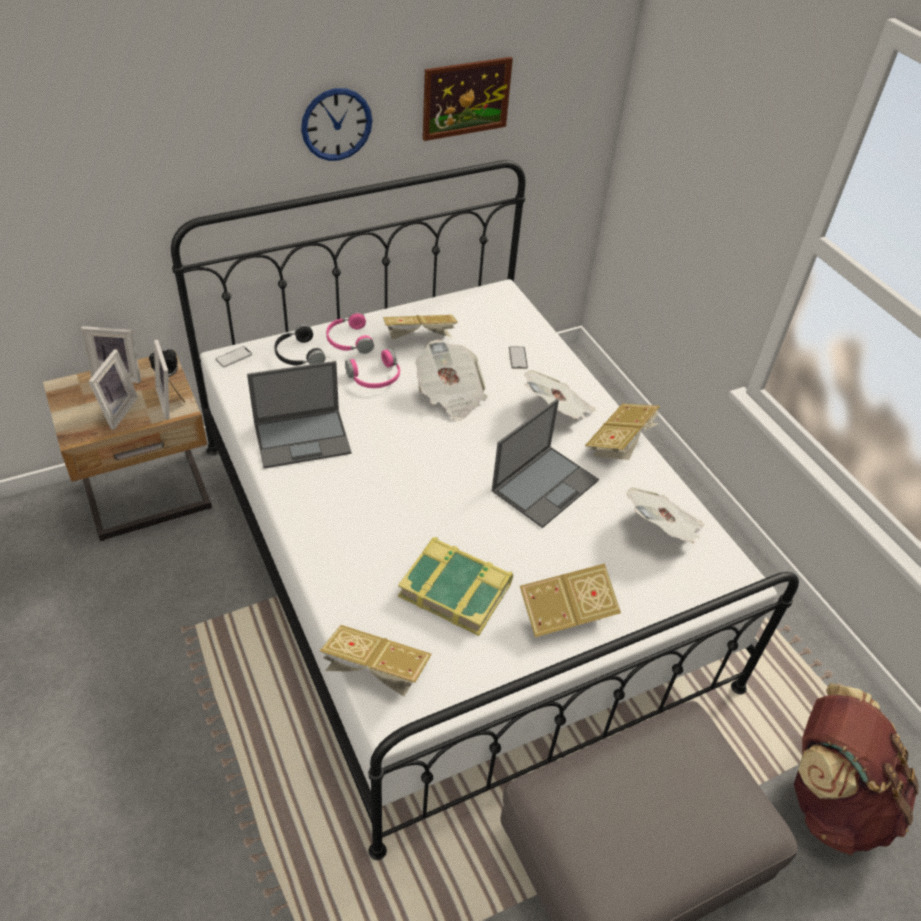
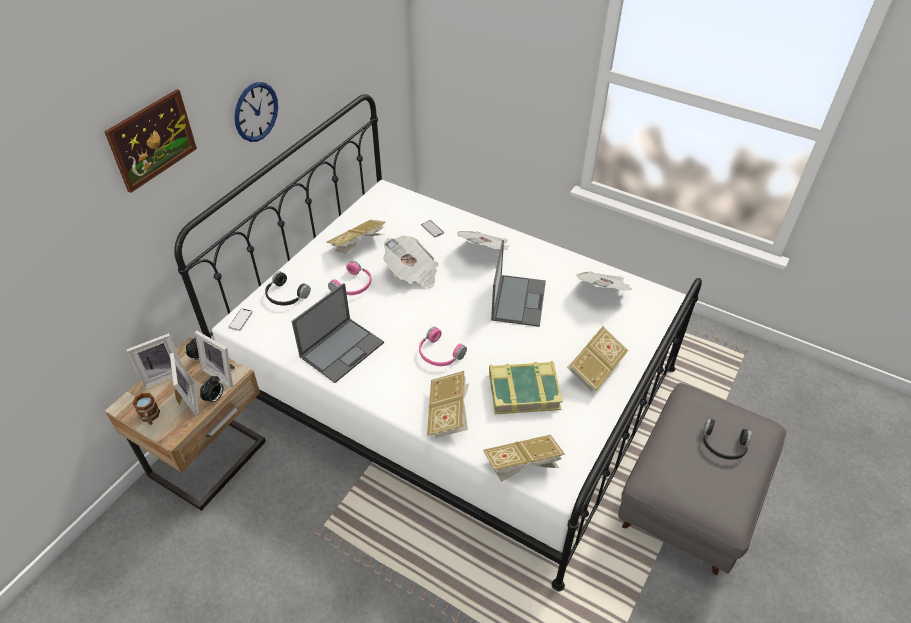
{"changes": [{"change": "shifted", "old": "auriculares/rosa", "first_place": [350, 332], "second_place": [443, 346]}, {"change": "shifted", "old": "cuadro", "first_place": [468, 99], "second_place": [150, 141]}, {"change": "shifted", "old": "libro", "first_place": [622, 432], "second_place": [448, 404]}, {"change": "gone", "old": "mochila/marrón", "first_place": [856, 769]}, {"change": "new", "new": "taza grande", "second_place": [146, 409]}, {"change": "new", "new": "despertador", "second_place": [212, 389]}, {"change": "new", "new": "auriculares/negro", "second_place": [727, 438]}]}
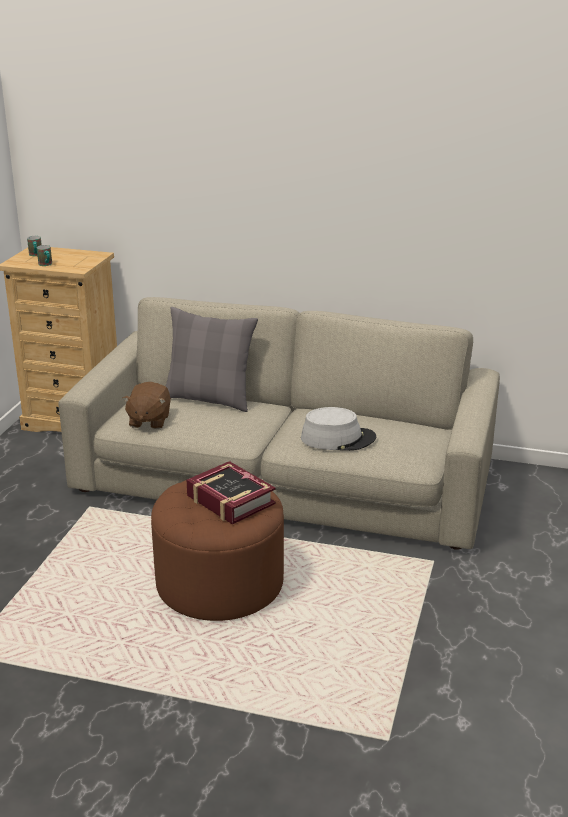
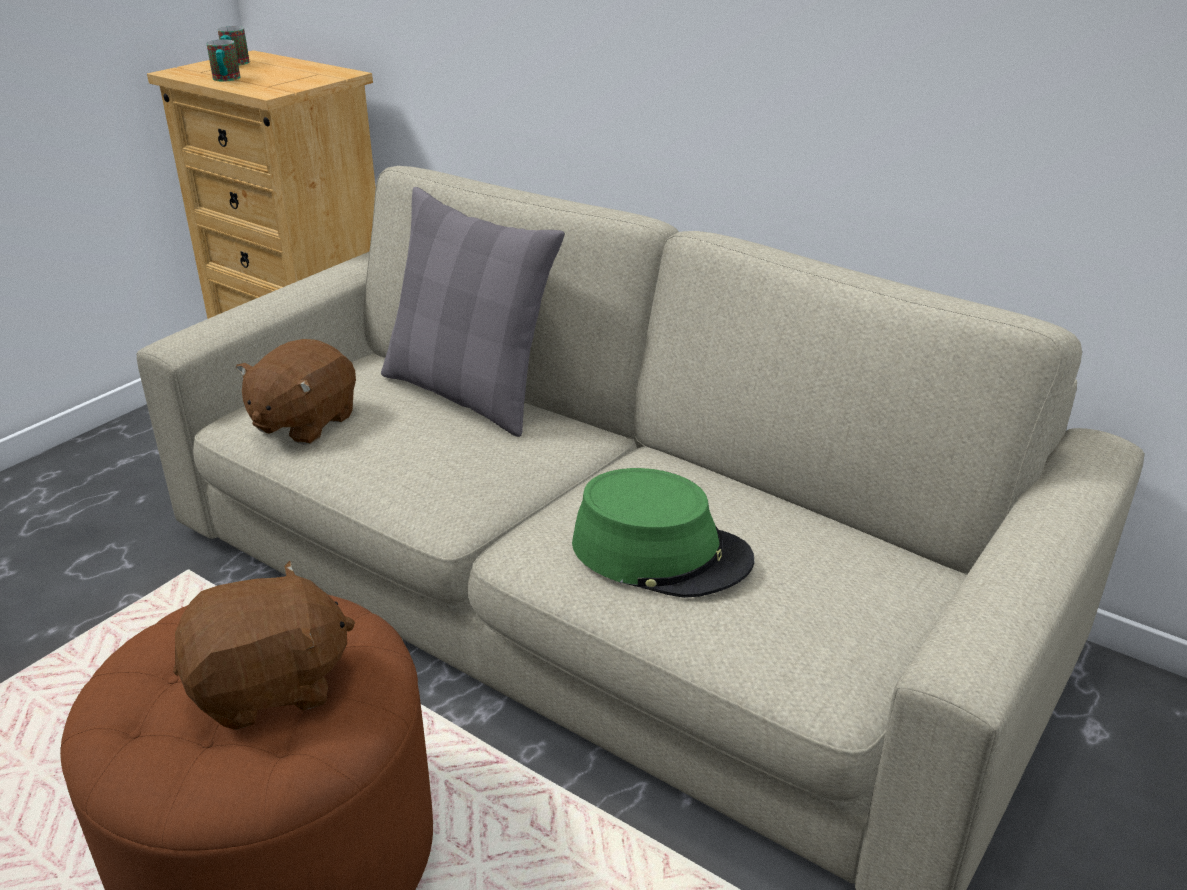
{"changes": [{"change": "swapped", "old": "libro", "new": "peluche/marrón", "first_place": [231, 492], "second_place": [264, 645]}, {"change": "repainted", "old": "sombrero/gris", "new": "sombrero/verde", "first_place": [338, 429], "second_place": [663, 533]}]}
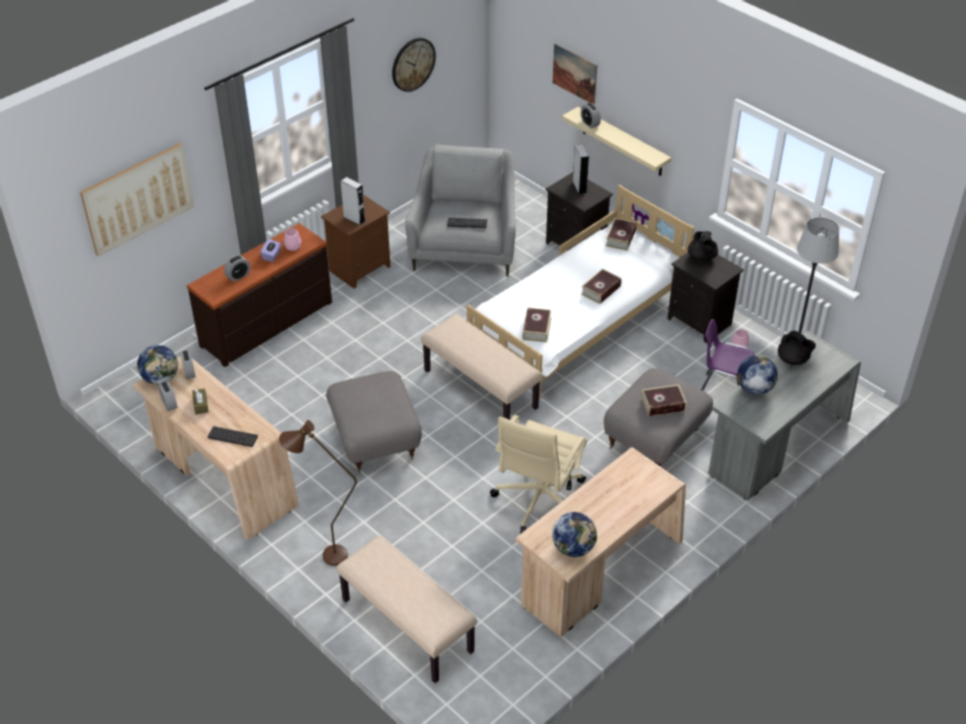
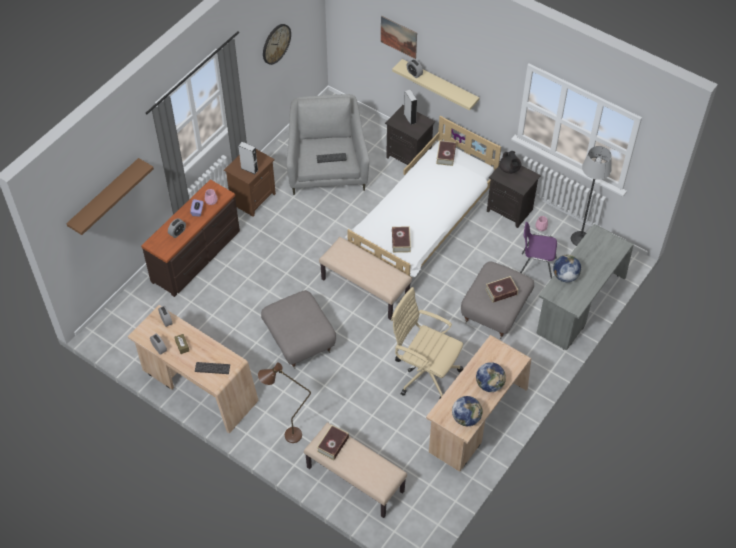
{"changes": [{"change": "swapped", "old": "cuadro", "new": "estante/marrón", "first_place": [137, 199], "second_place": [110, 196]}, {"change": "shifted", "old": "globo terráqueo", "first_place": [157, 365], "second_place": [491, 377]}, {"change": "rotated", "old": "silla de oficina/beis", "first_place": [539, 474], "second_place": [427, 343], "degrees": 105}, {"change": "shifted", "old": "libro", "first_place": [601, 286], "second_place": [333, 442]}, {"change": "gone", "old": "tetera/negro", "first_place": [797, 348]}]}
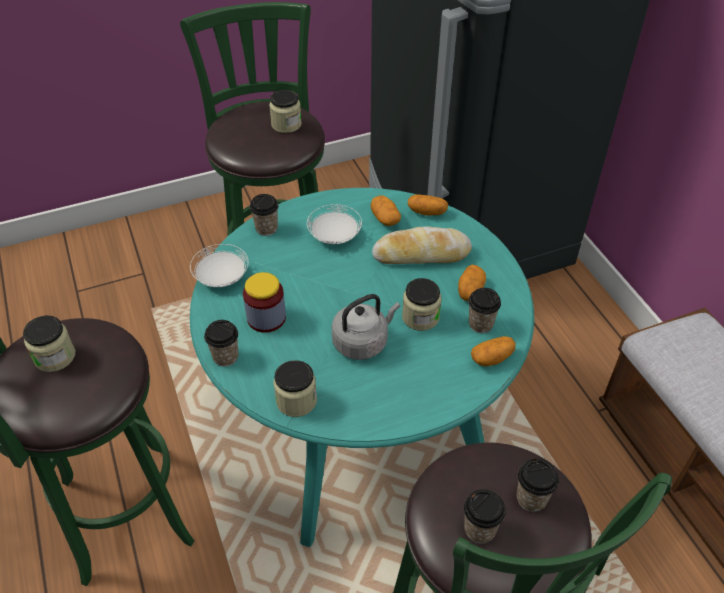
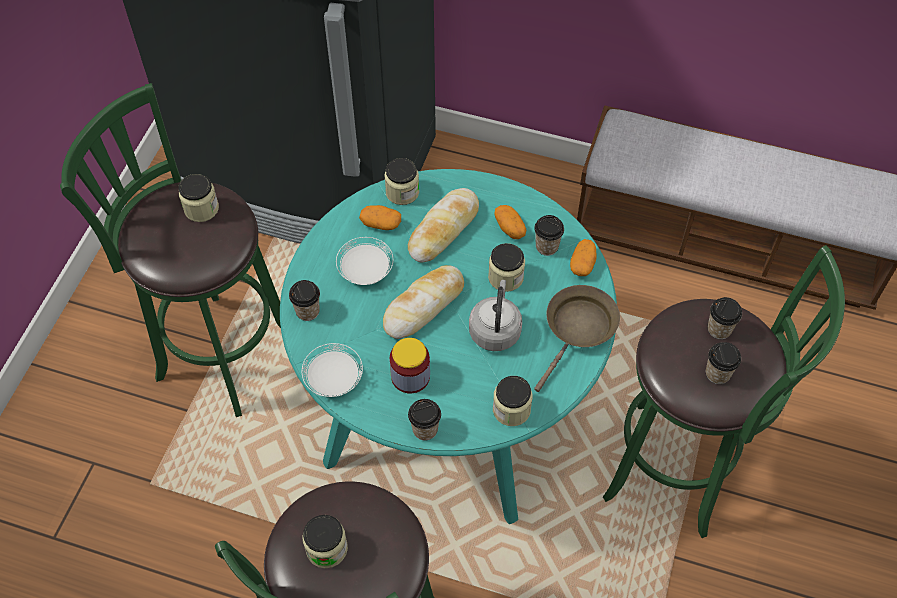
{"changes": [{"change": "swapped", "old": "patata", "new": "tarro", "first_place": [428, 205], "second_place": [401, 181]}, {"change": "new", "new": "pan", "second_place": [423, 302]}, {"change": "new", "new": "sartén/marrón", "second_place": [577, 338]}]}
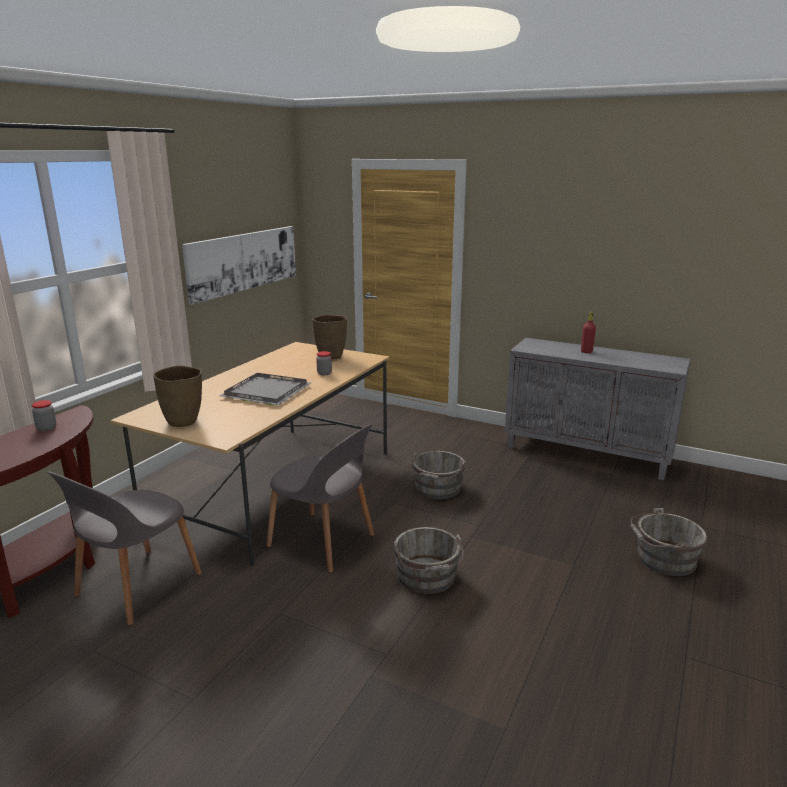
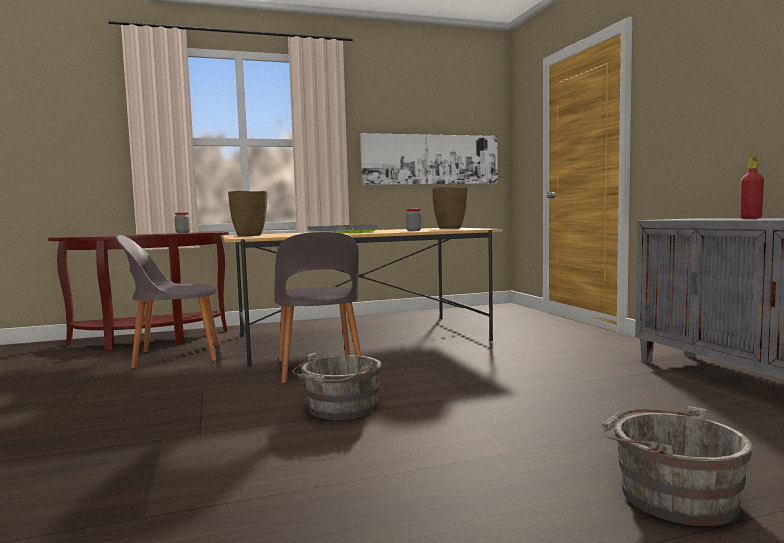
{"changes": [{"change": "gone", "old": "cubo/gris", "first_place": [438, 475]}]}
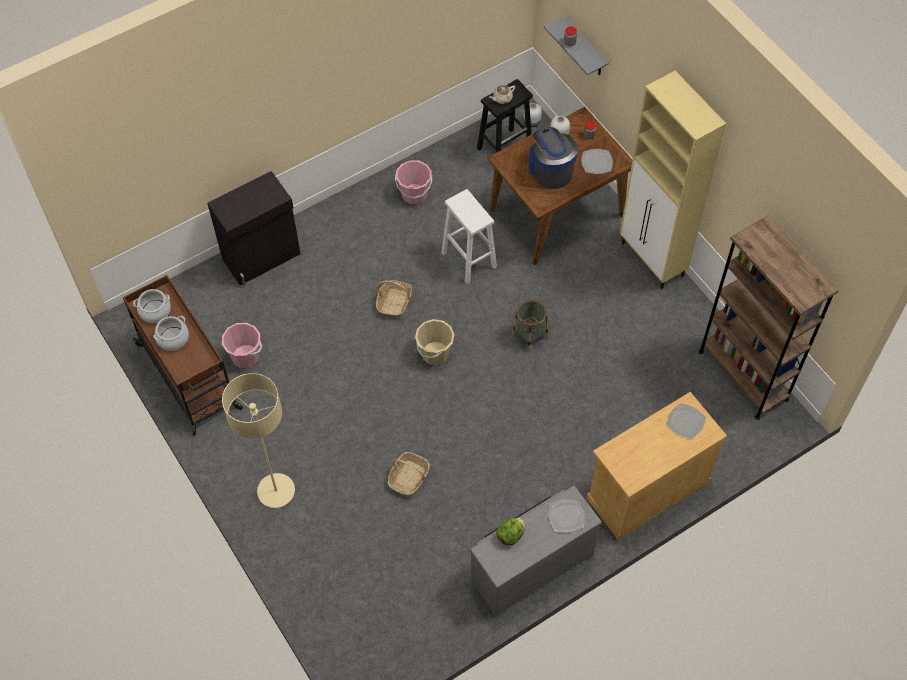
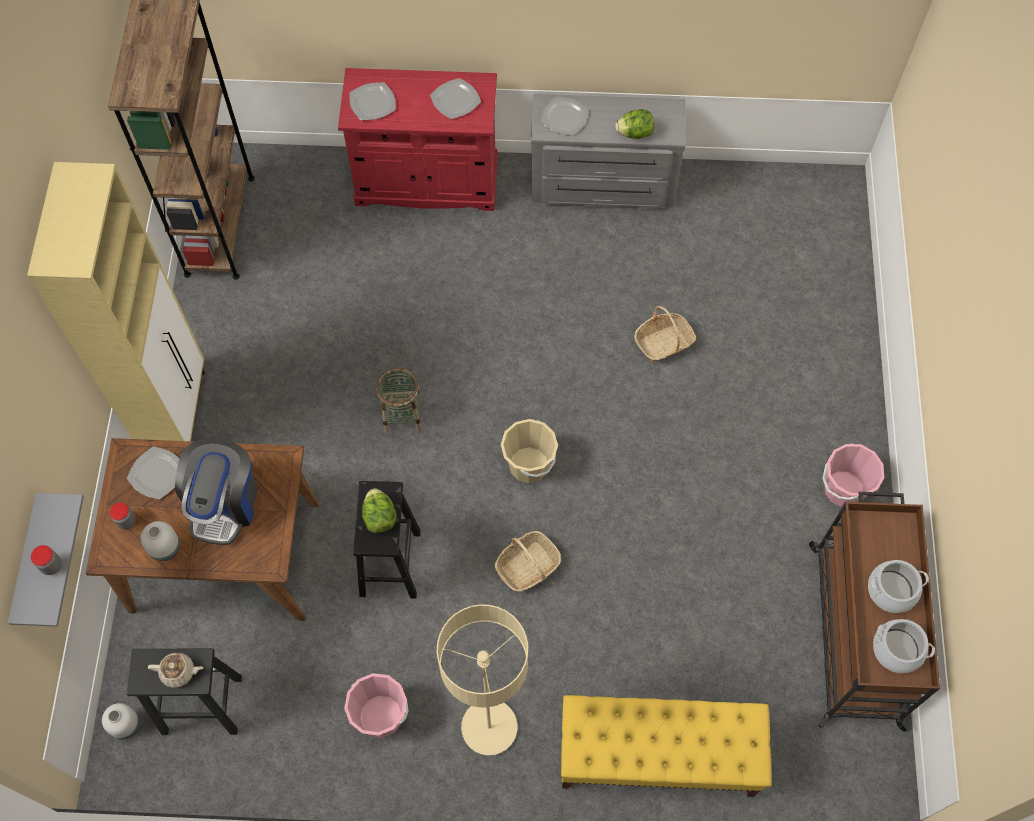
{"changes": [{"change": "swapped", "old": "armario/negro", "new": "banco/amarillo", "first_place": [254, 228], "second_place": [666, 746]}, {"change": "shifted", "old": "cubo/rosa", "first_place": [242, 345], "second_place": [853, 475]}, {"change": "shifted", "old": "lámpara de pie/beis", "first_place": [258, 440], "second_place": [482, 679]}, {"change": "repainted", "old": "taburete/blanco", "new": "taburete/negro", "first_place": [469, 236], "second_place": [387, 539]}, {"change": "repainted", "old": "armario/beis", "new": "armario/rojo", "first_place": [656, 466], "second_place": [418, 139]}, {"change": "new", "new": "lechuga", "second_place": [379, 511]}, {"change": "new", "new": "plato", "second_place": [455, 98]}]}
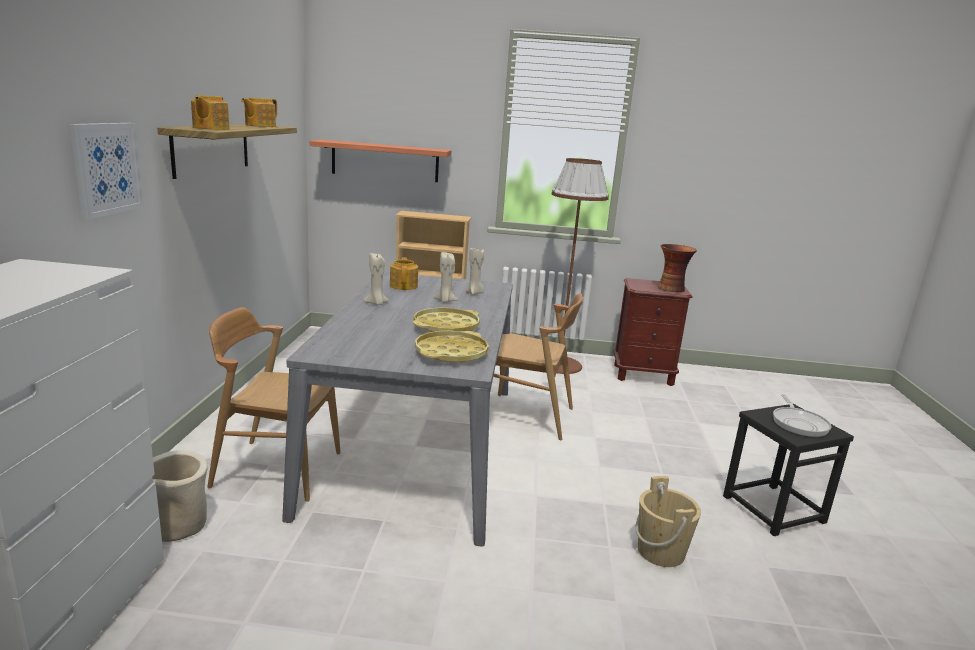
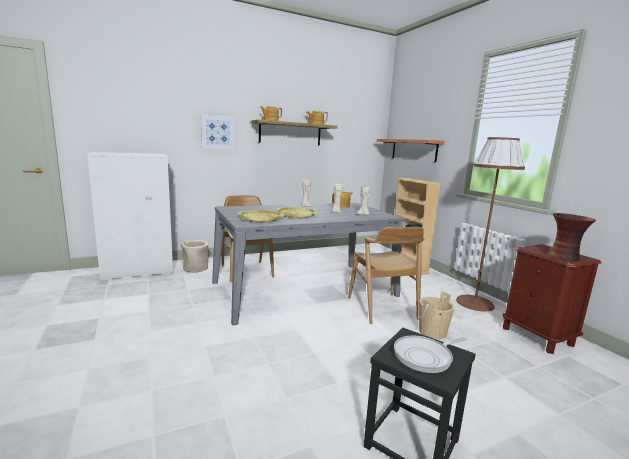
{"changes": [{"change": "shifted", "old": "cubo/beis", "first_place": [668, 521], "second_place": [436, 315]}]}
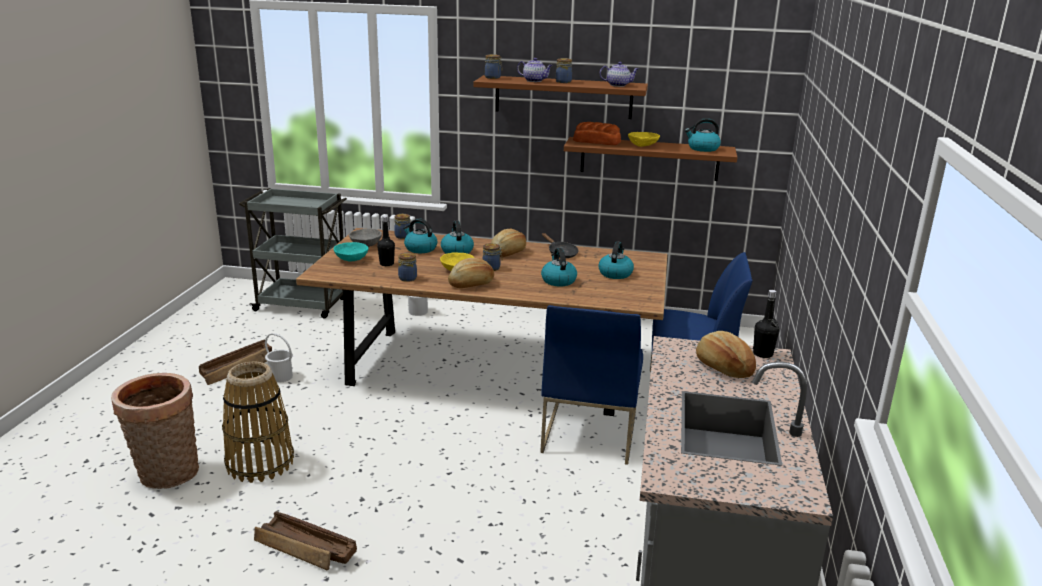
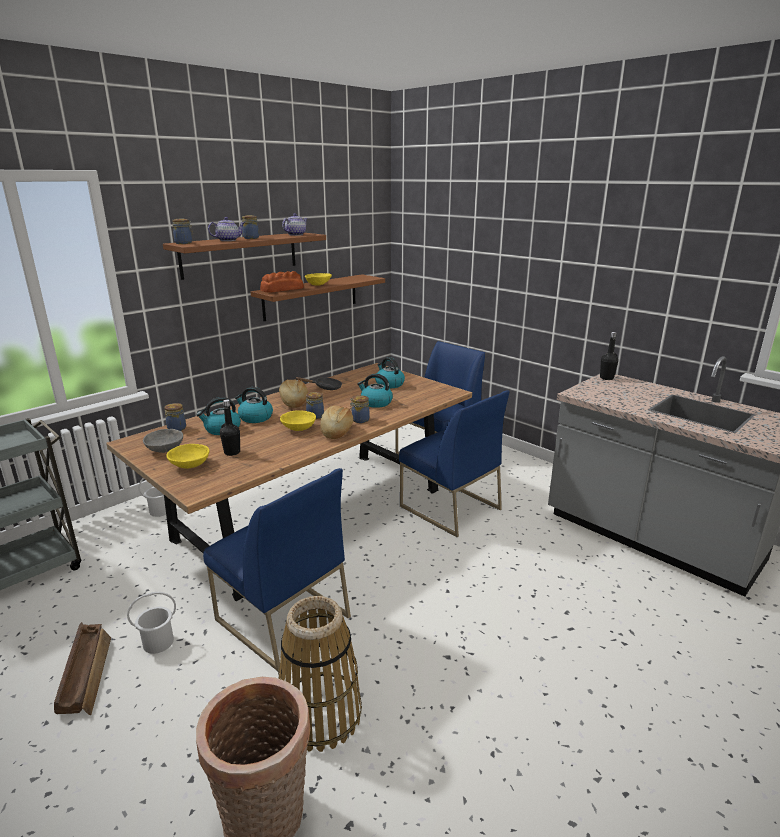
{"changes": [{"change": "gone", "old": "caja de embalaje", "first_place": [305, 540]}, {"change": "repainted", "old": "cuenco/turquesa", "new": "cuenco/amarillo", "first_place": [351, 251], "second_place": [187, 456]}, {"change": "shifted", "old": "tarro", "first_place": [407, 267], "second_place": [360, 409]}, {"change": "gone", "old": "hervidor", "first_place": [703, 135]}, {"change": "gone", "old": "pan", "first_place": [726, 354]}, {"change": "new", "new": "silla/azul", "second_place": [277, 569]}]}
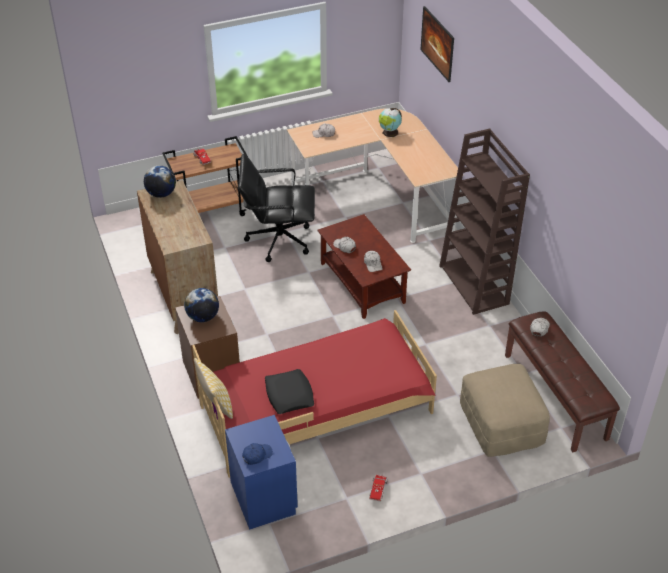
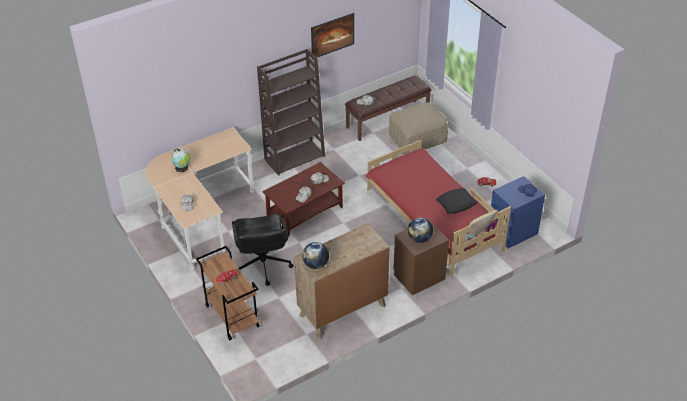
{"changes": [{"change": "shifted", "old": "cuadro", "first_place": [437, 44], "second_place": [332, 35]}]}
